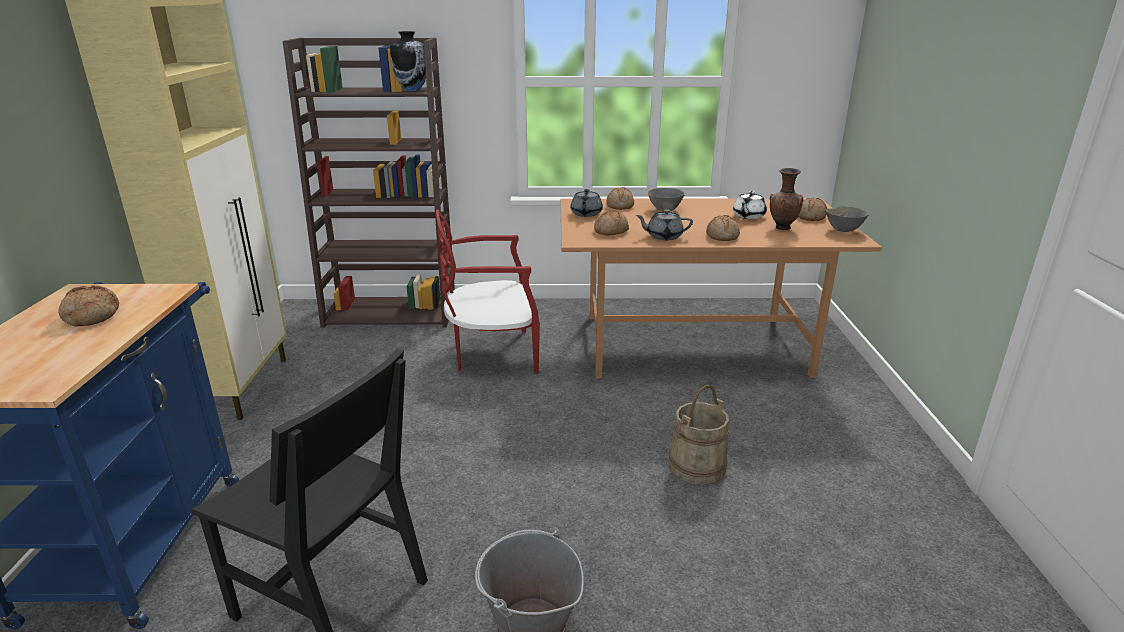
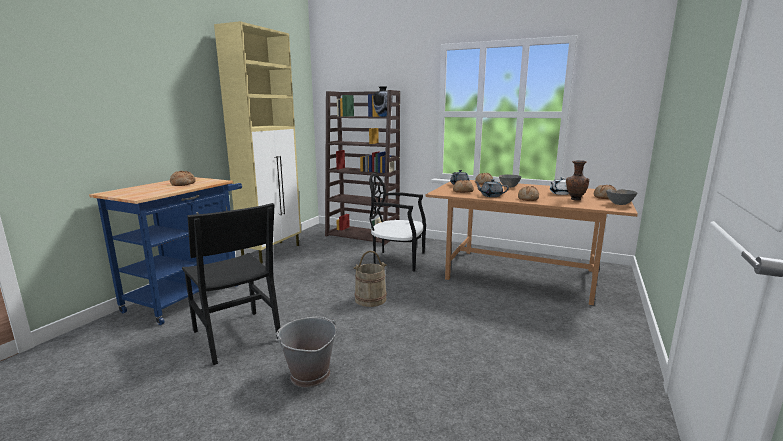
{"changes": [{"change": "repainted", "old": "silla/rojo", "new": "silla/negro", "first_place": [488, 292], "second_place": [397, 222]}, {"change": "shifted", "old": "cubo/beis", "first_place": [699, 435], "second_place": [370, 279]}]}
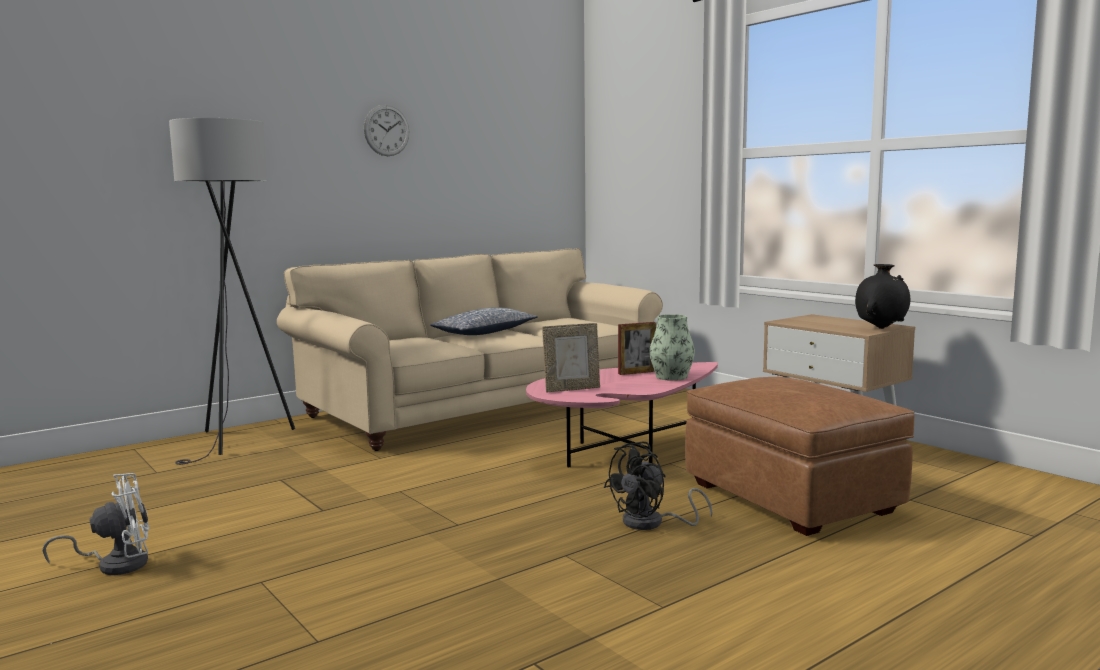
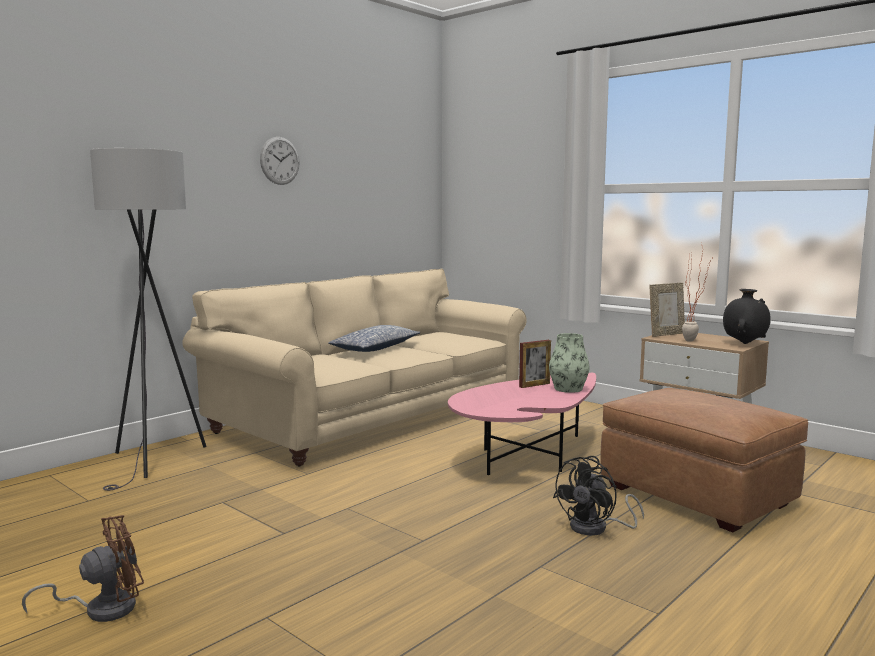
{"changes": [{"change": "repainted", "old": "ventilador/blanco", "new": "ventilador/marrón", "first_place": [96, 524], "second_place": [83, 568]}, {"change": "shifted", "old": "portarretratos", "first_place": [571, 357], "second_place": [667, 310]}, {"change": "new", "new": "planta en maceta", "second_place": [698, 293]}]}
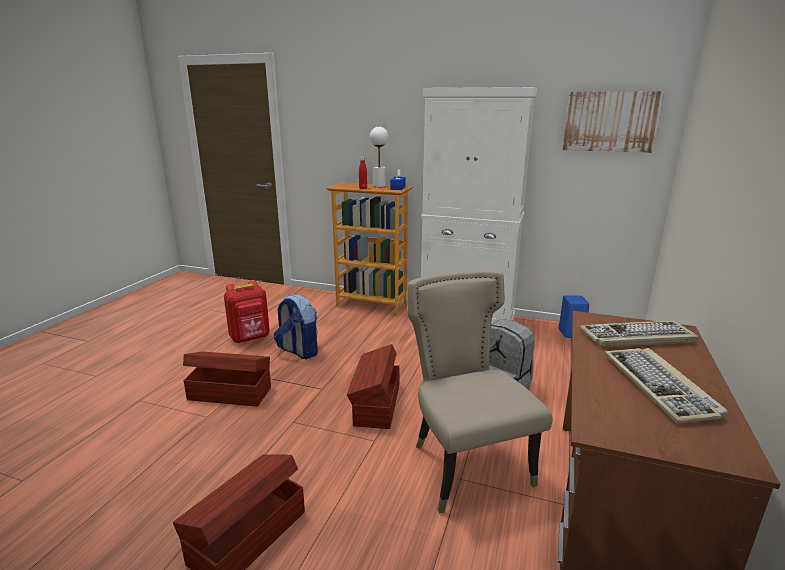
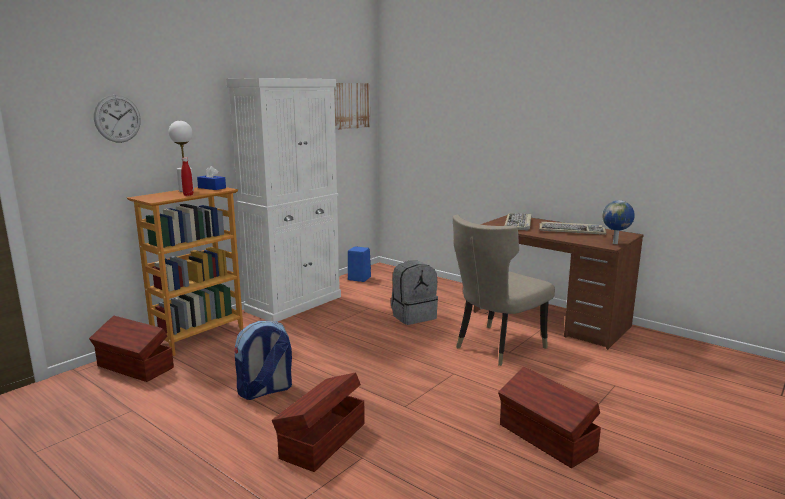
{"changes": [{"change": "gone", "old": "mochila/rojo", "first_place": [247, 311]}, {"change": "shifted", "old": "caja de almacenaje/marrón", "first_place": [373, 386], "second_place": [131, 349]}, {"change": "rotated", "old": "silla/beis", "first_place": [480, 392], "second_place": [504, 290], "degrees": -45}, {"change": "new", "new": "reloj de pared", "second_place": [117, 119]}, {"change": "new", "new": "globo terráqueo", "second_place": [618, 222]}]}
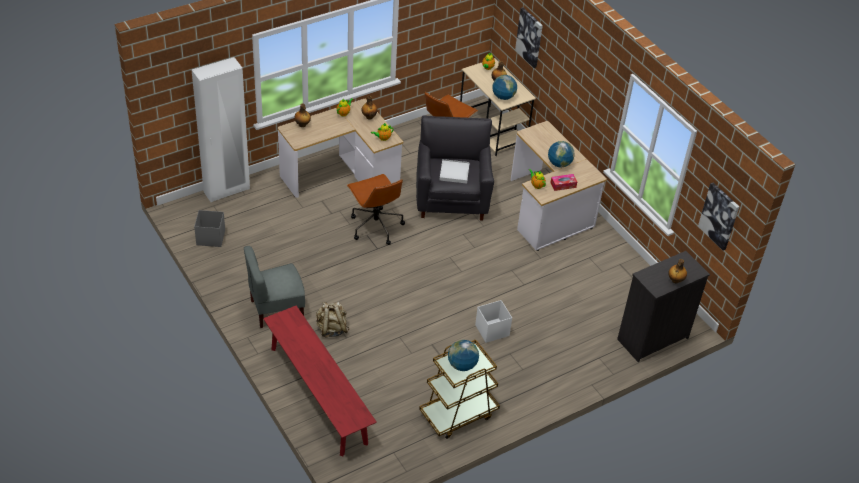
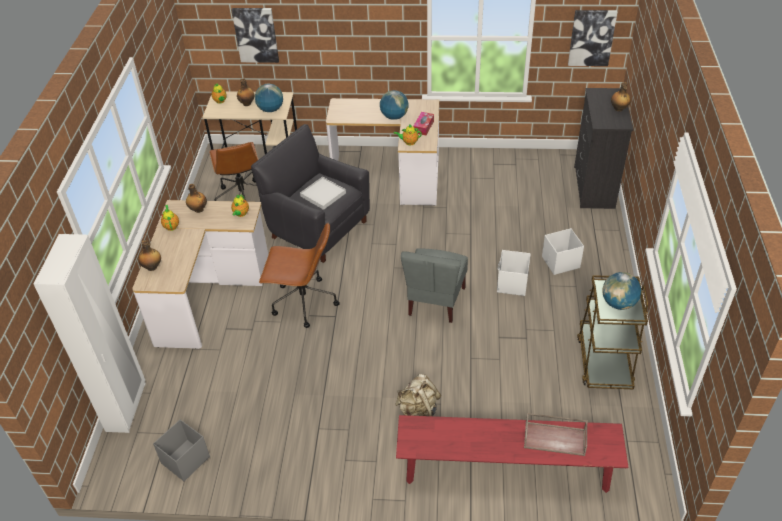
{"changes": [{"change": "shifted", "old": "silla/gris", "first_place": [274, 287], "second_place": [434, 285]}, {"change": "new", "new": "bandeja/marrón", "second_place": [556, 434]}, {"change": "new", "new": "caja de almacenaje/blanco", "second_place": [563, 251]}]}
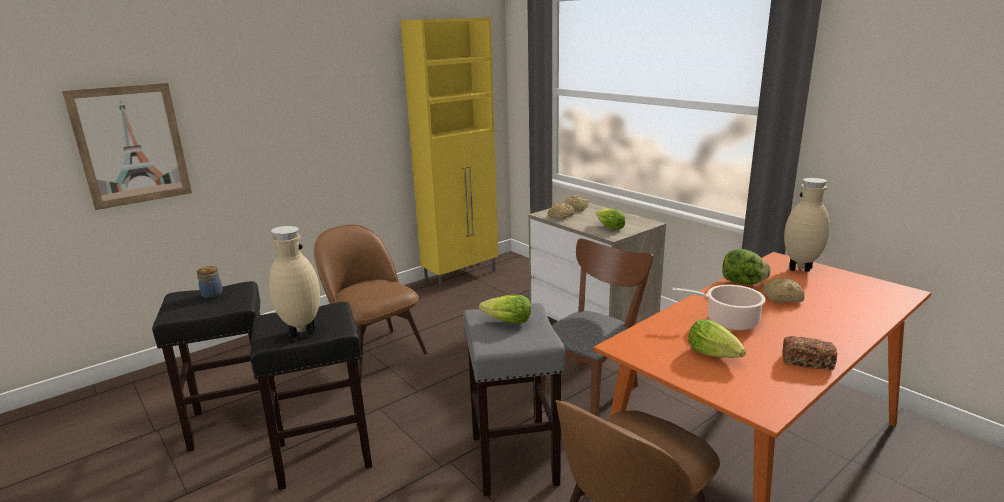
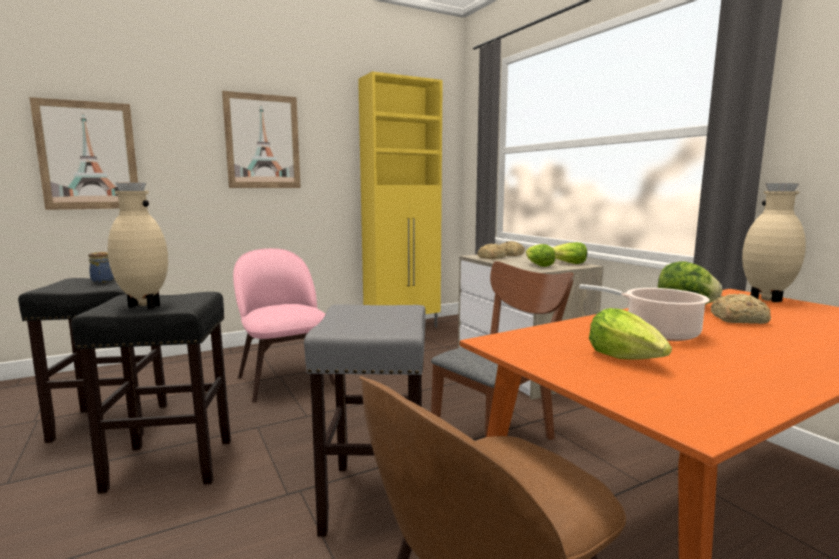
{"changes": [{"change": "repainted", "old": "silla/marrón", "new": "silla/rosa", "first_place": [371, 303], "second_place": [284, 325]}, {"change": "shifted", "old": "lechuga", "first_place": [505, 309], "second_place": [569, 253]}, {"change": "gone", "old": "pan", "first_place": [810, 353]}, {"change": "new", "new": "cuadro", "second_place": [261, 139]}]}
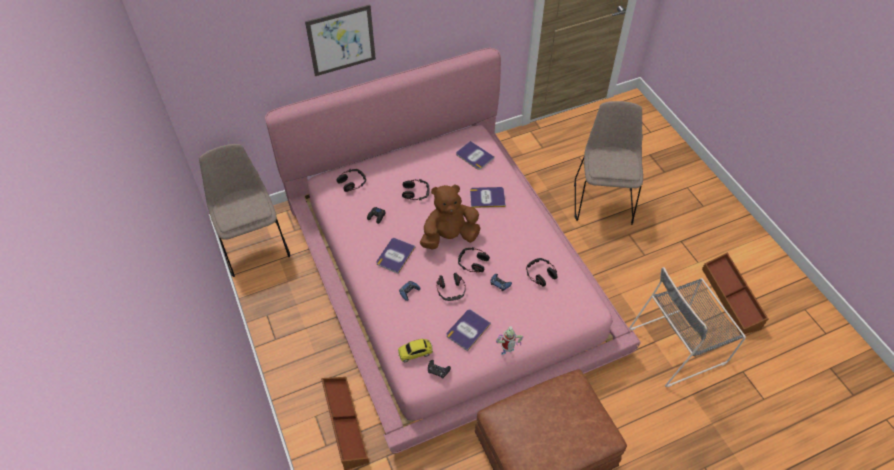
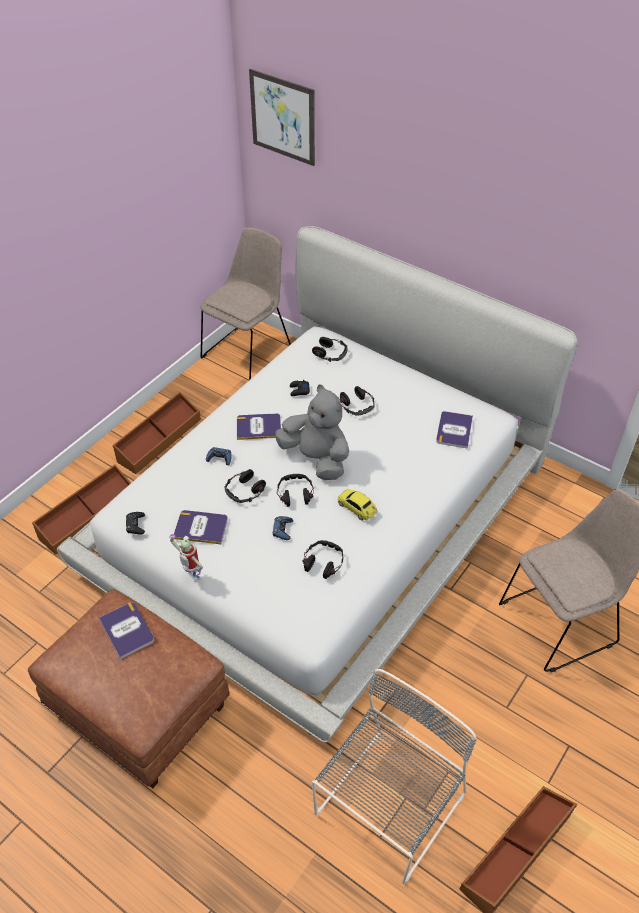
{"changes": [{"change": "repainted", "old": "cama/rosa", "new": "cama/blanco", "first_place": [452, 250], "second_place": [317, 484]}, {"change": "shifted", "old": "cuadro", "first_place": [340, 40], "second_place": [282, 117]}, {"change": "shifted", "old": "coche de juguete", "first_place": [415, 350], "second_place": [357, 505]}, {"change": "repainted", "old": "peluche/marrón", "new": "peluche/gris", "first_place": [450, 217], "second_place": [312, 432]}, {"change": "shifted", "old": "libro", "first_place": [488, 197], "second_place": [126, 630]}, {"change": "rotated", "old": "silla/gris", "first_place": [687, 327], "second_place": [394, 776], "degrees": 90}, {"change": "new", "new": "caja de almacenaje/marrón", "second_place": [157, 433]}]}
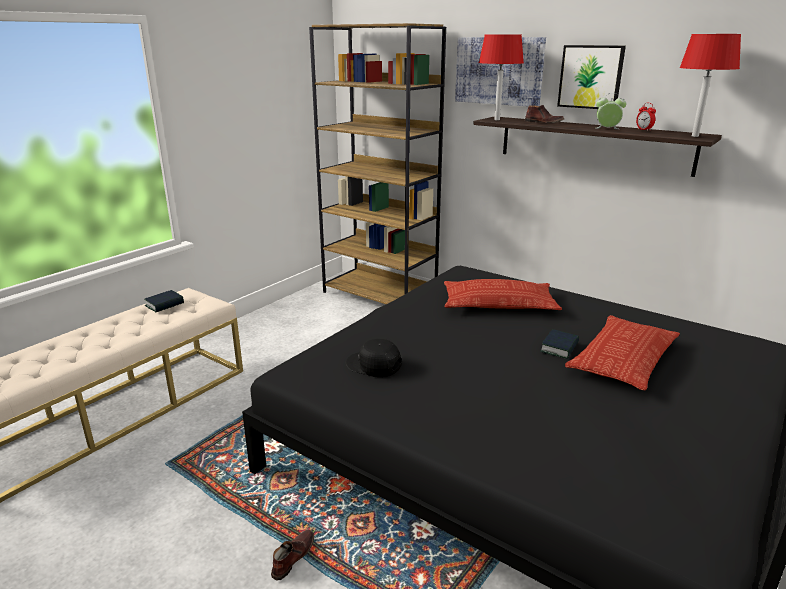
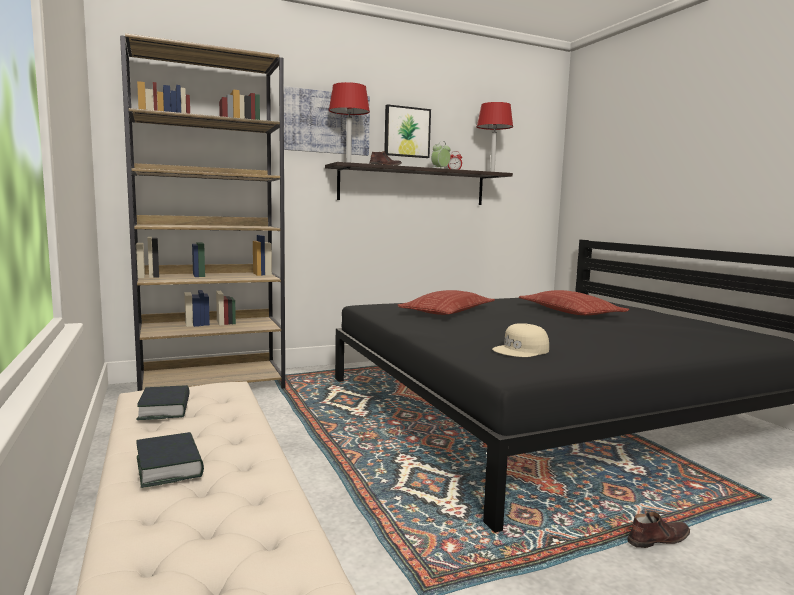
{"changes": [{"change": "rotated", "old": "zapato/marrón", "first_place": [292, 555], "second_place": [658, 530], "degrees": 105}, {"change": "repainted", "old": "gorra/negro", "new": "gorra/beis", "first_place": [374, 358], "second_place": [520, 340]}, {"change": "shifted", "old": "libro", "first_place": [559, 344], "second_place": [170, 460]}]}
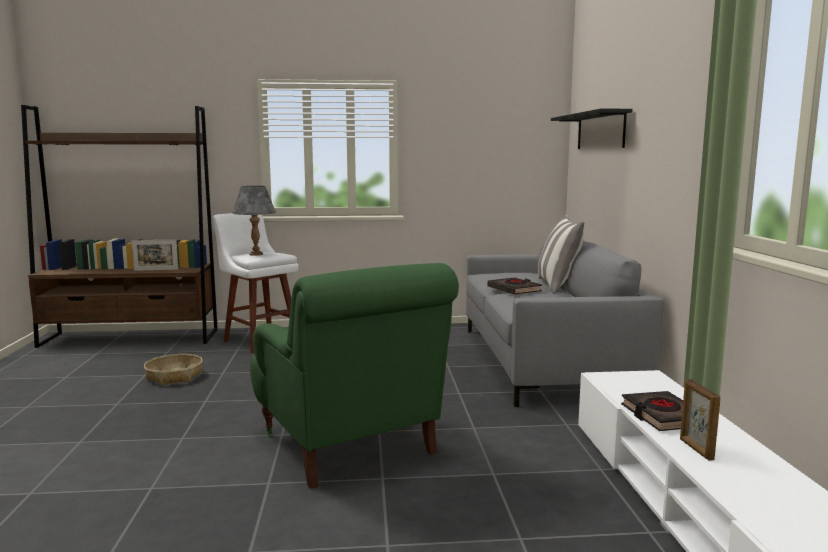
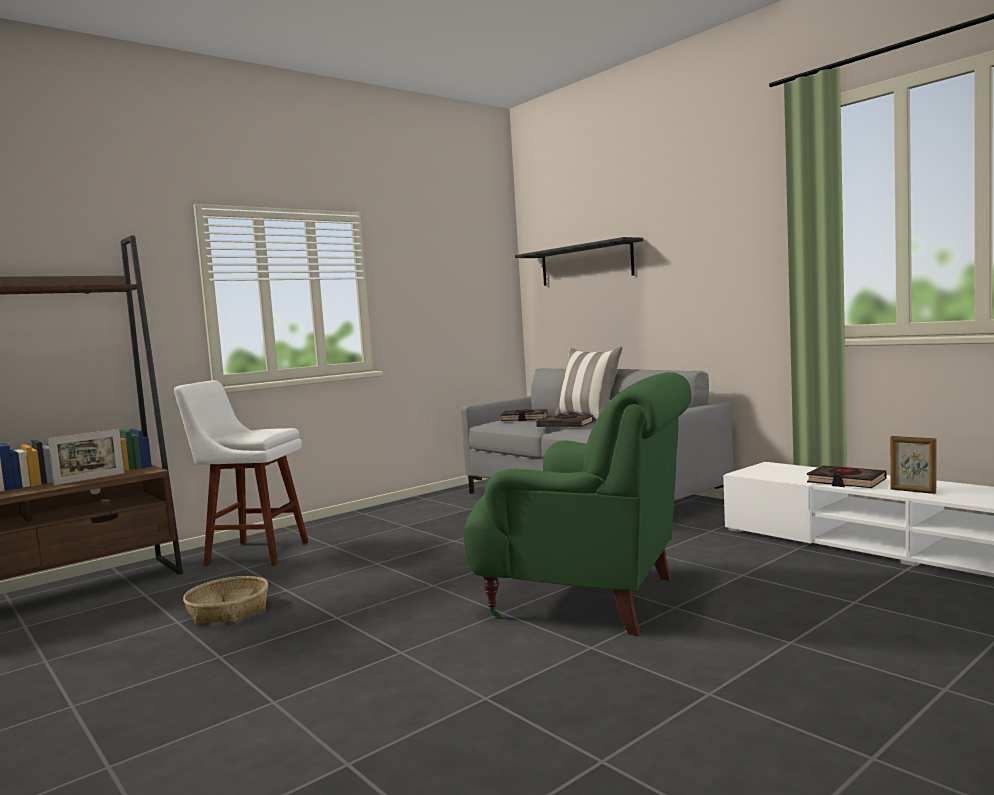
{"changes": [{"change": "gone", "old": "lámpara de mesa/gris", "first_place": [254, 221]}, {"change": "new", "new": "libro/negro", "second_place": [524, 415]}]}
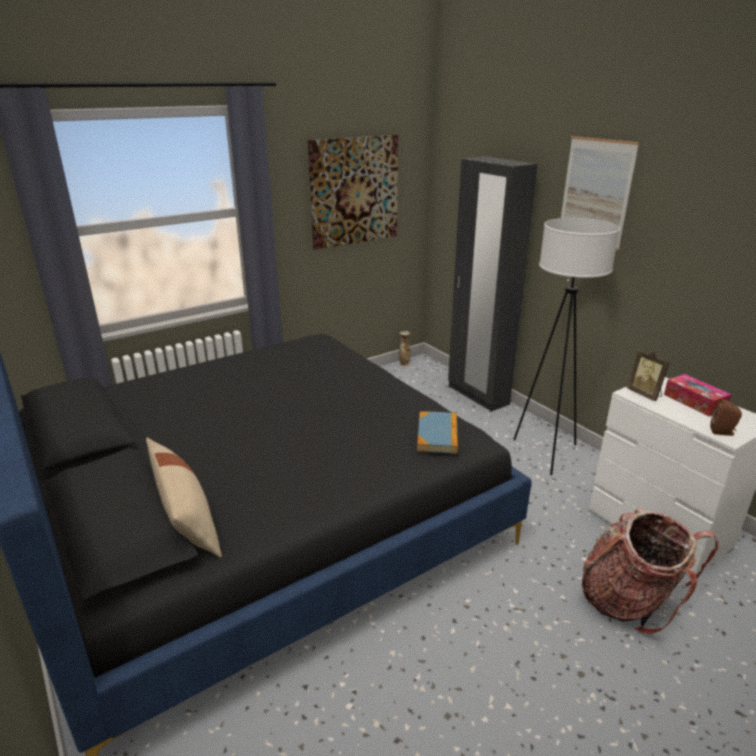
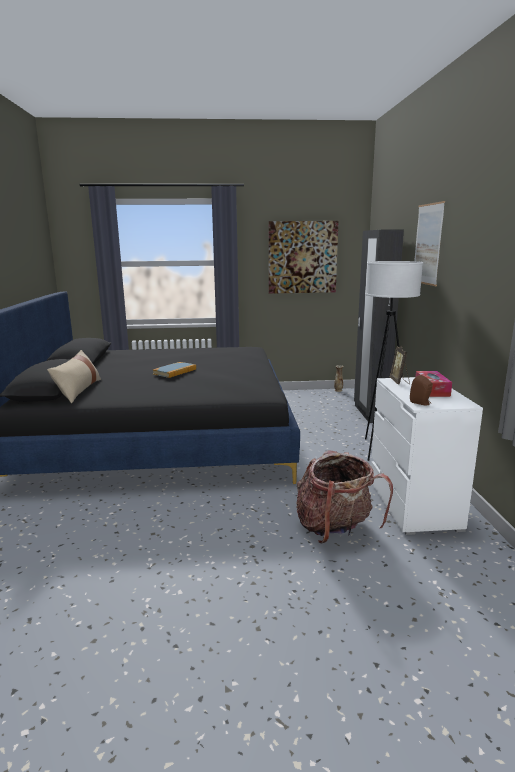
{"changes": [{"change": "shifted", "old": "libro", "first_place": [437, 432], "second_place": [174, 370]}]}
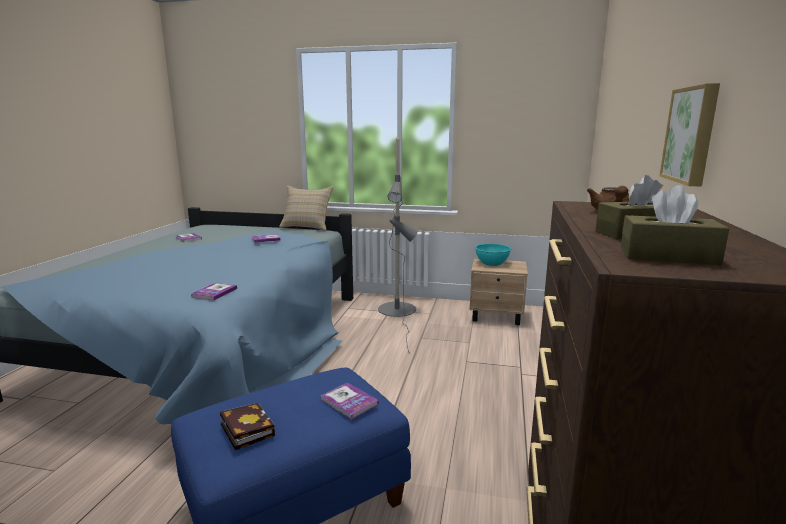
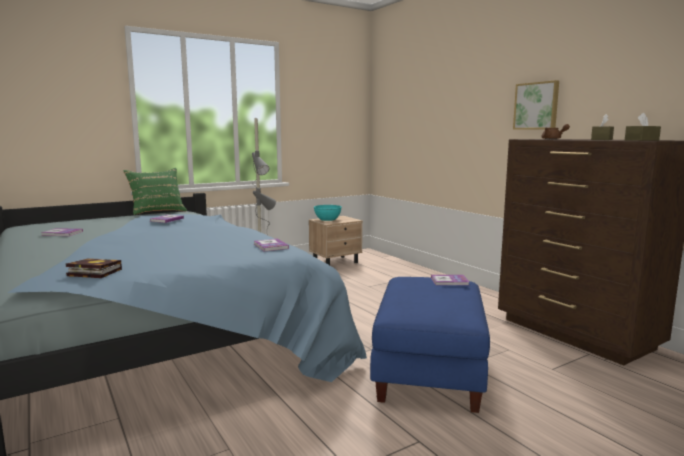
{"changes": [{"change": "shifted", "old": "libro", "first_place": [247, 426], "second_place": [94, 268]}, {"change": "repainted", "old": "cojín/beis", "new": "cojín/verde", "first_place": [306, 208], "second_place": [155, 191]}]}
